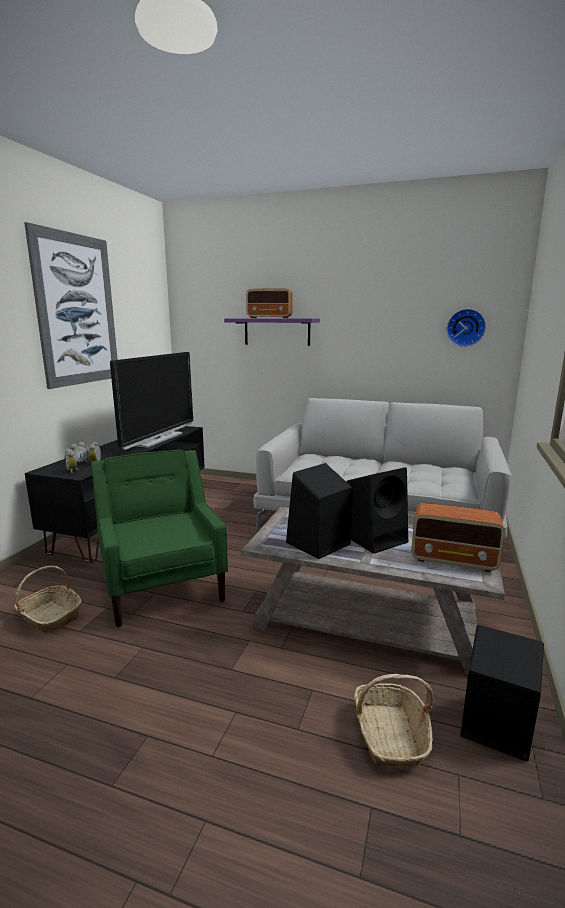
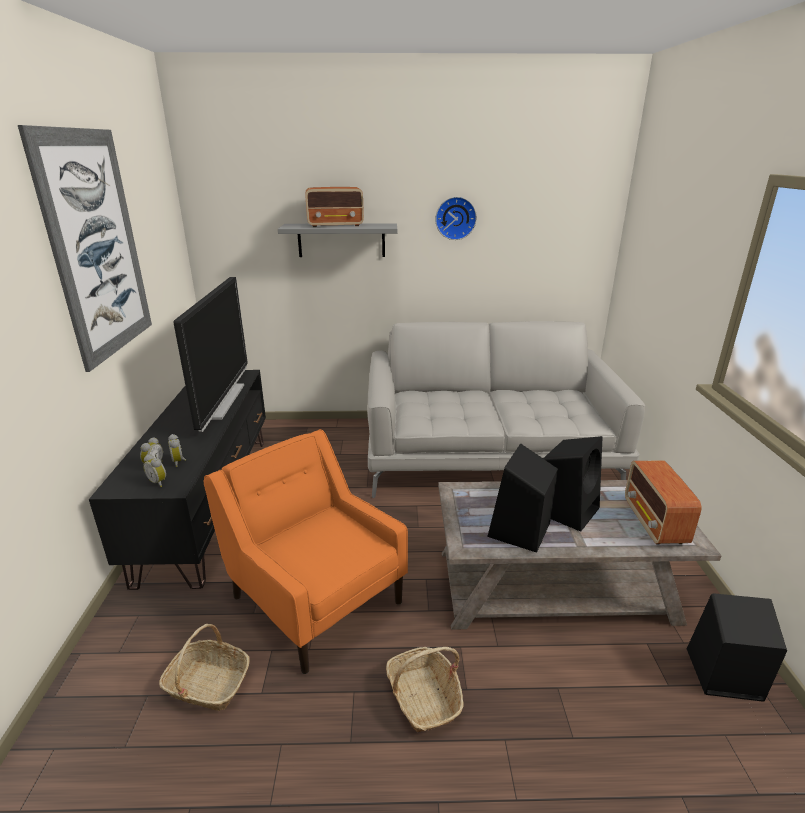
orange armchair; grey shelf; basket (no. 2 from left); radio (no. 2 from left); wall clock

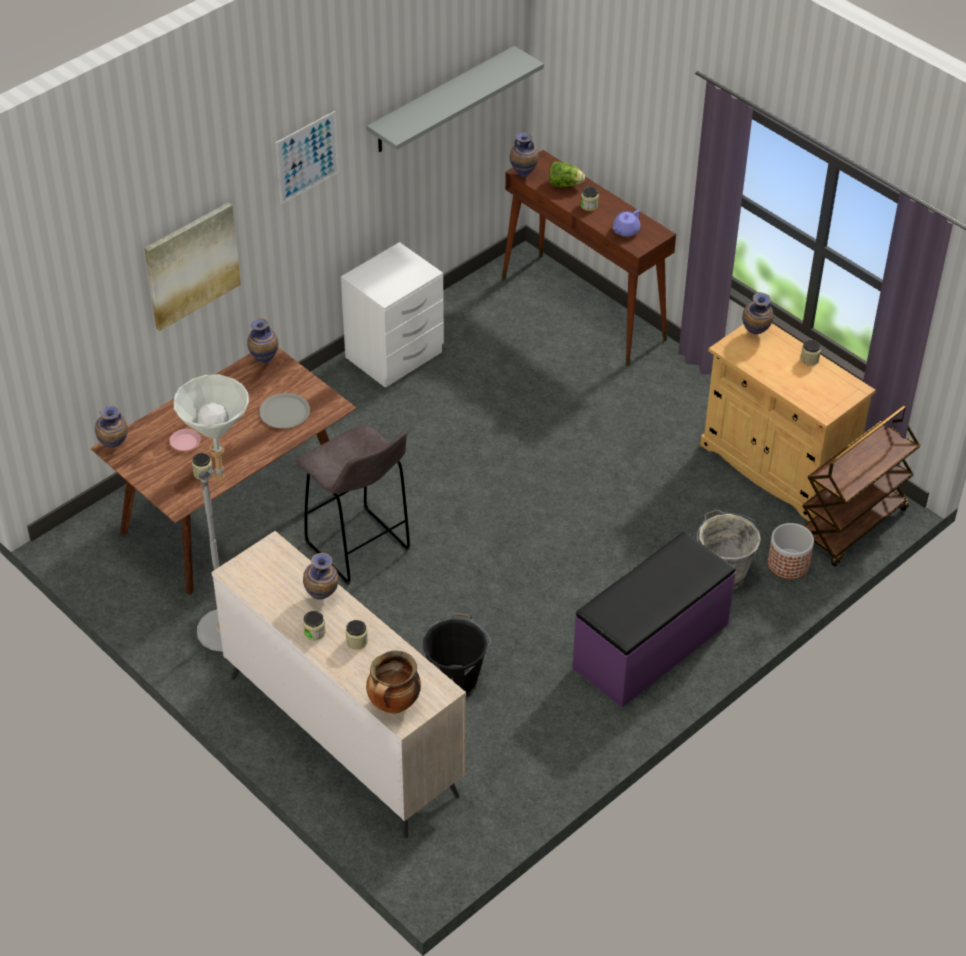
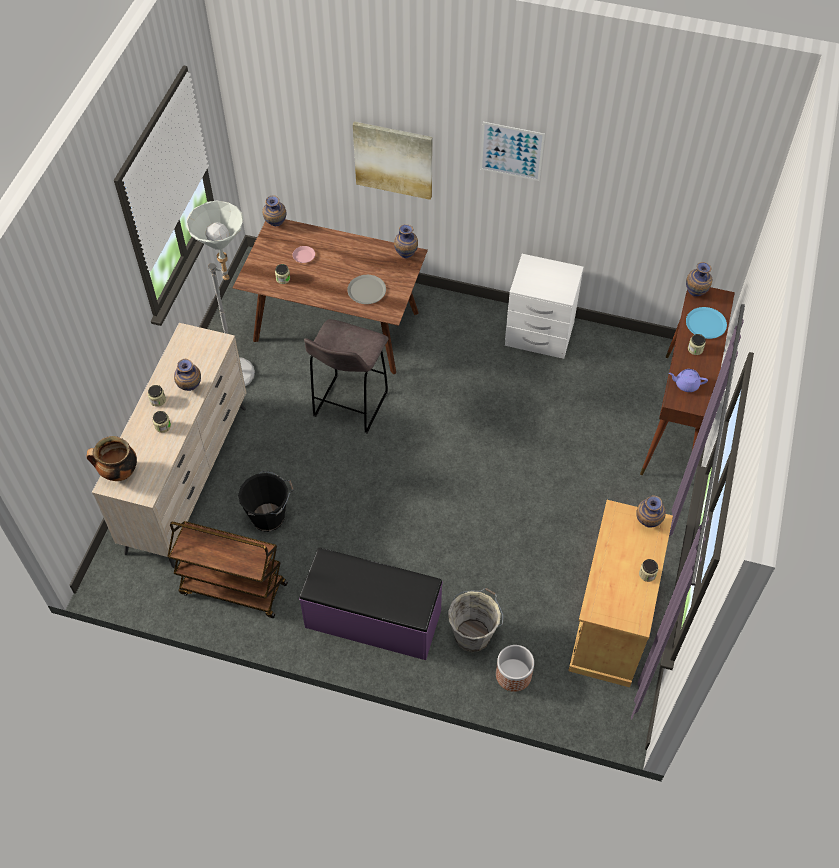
grey shelf; blue plate; brown cart

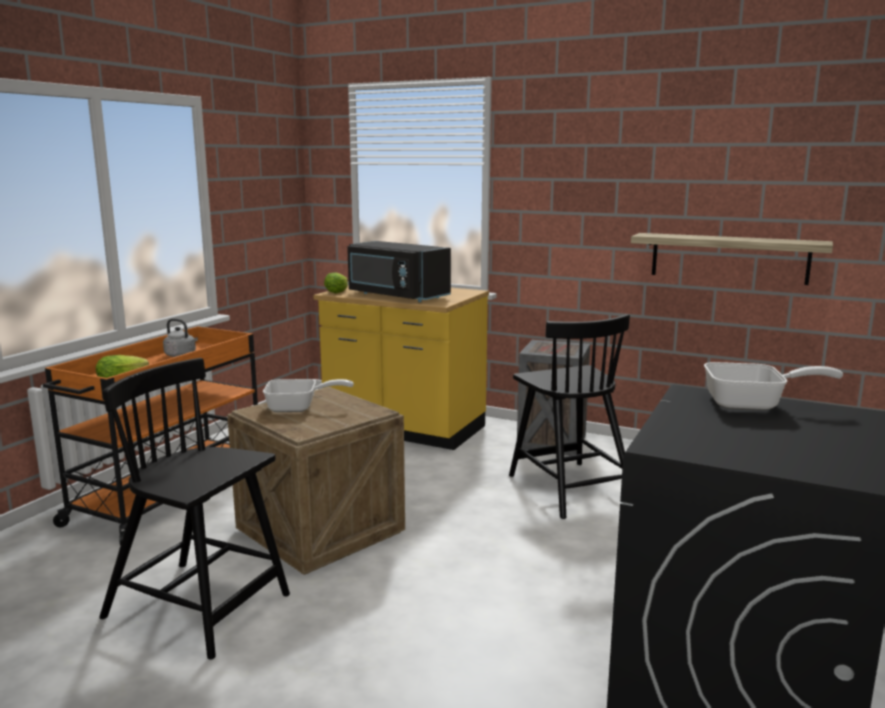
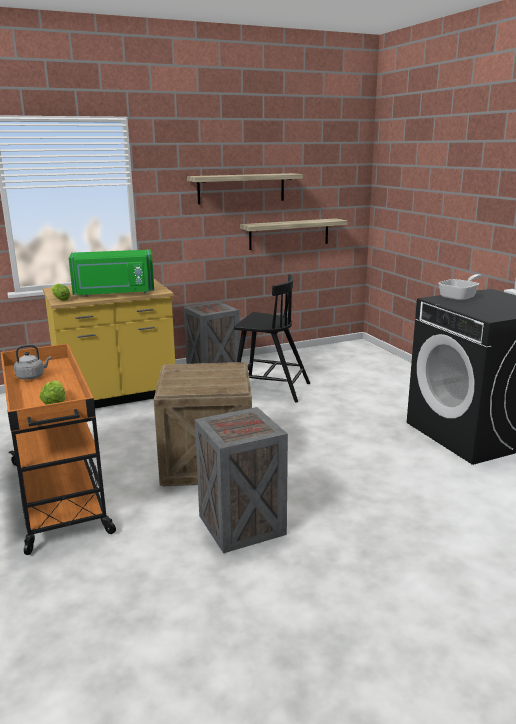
crate (no. 3 from left); frying pan (no. 1 from left in the first image); green microwave; shelf (no. 1 from left)

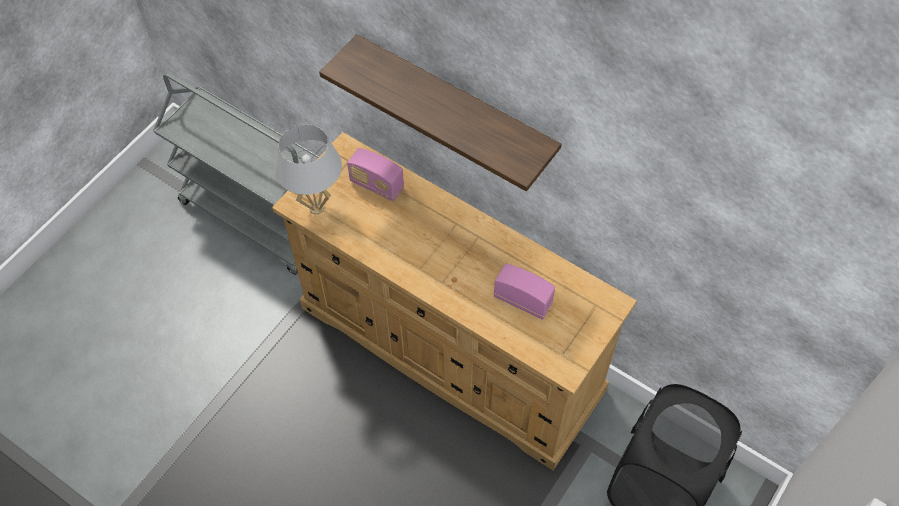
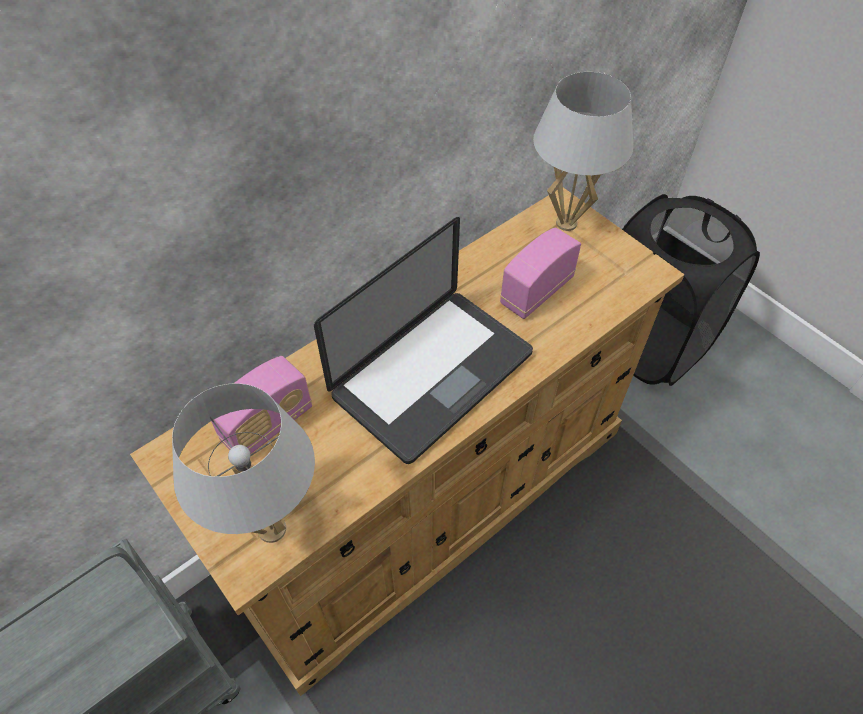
shelf; laptop; white table lamp (no. 2 from left)

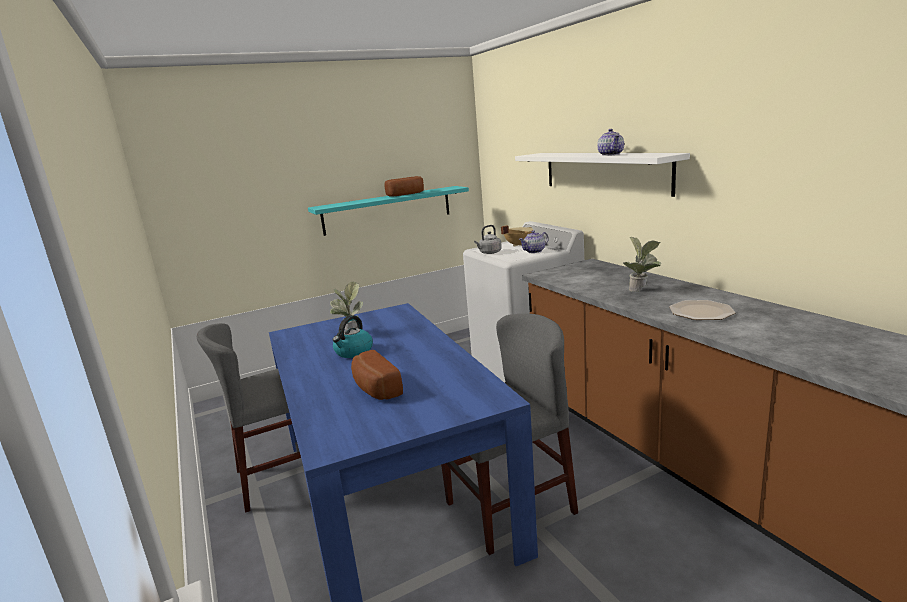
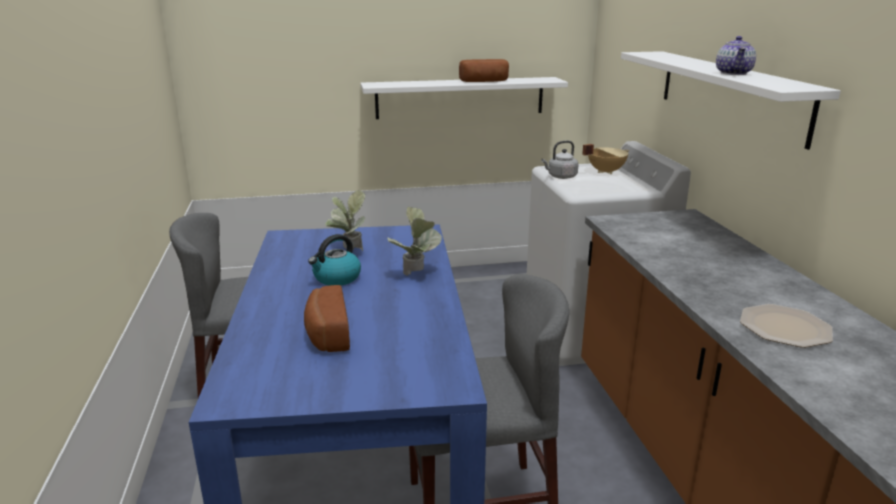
white shelf (no. 1 from left); teapot (no. 1 from left in the first image); potted plant (no. 2 from left)

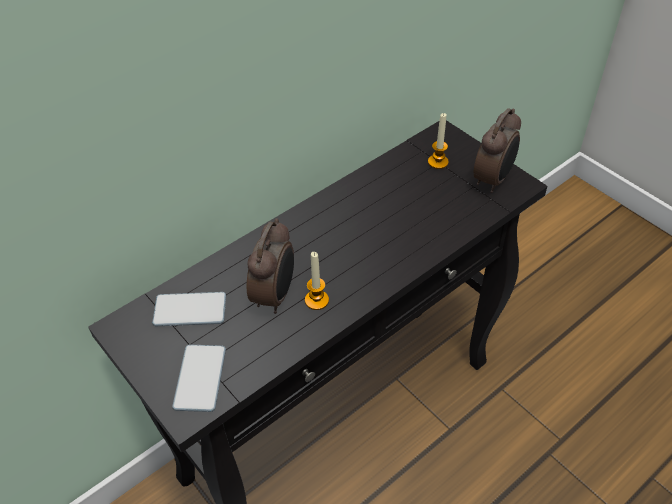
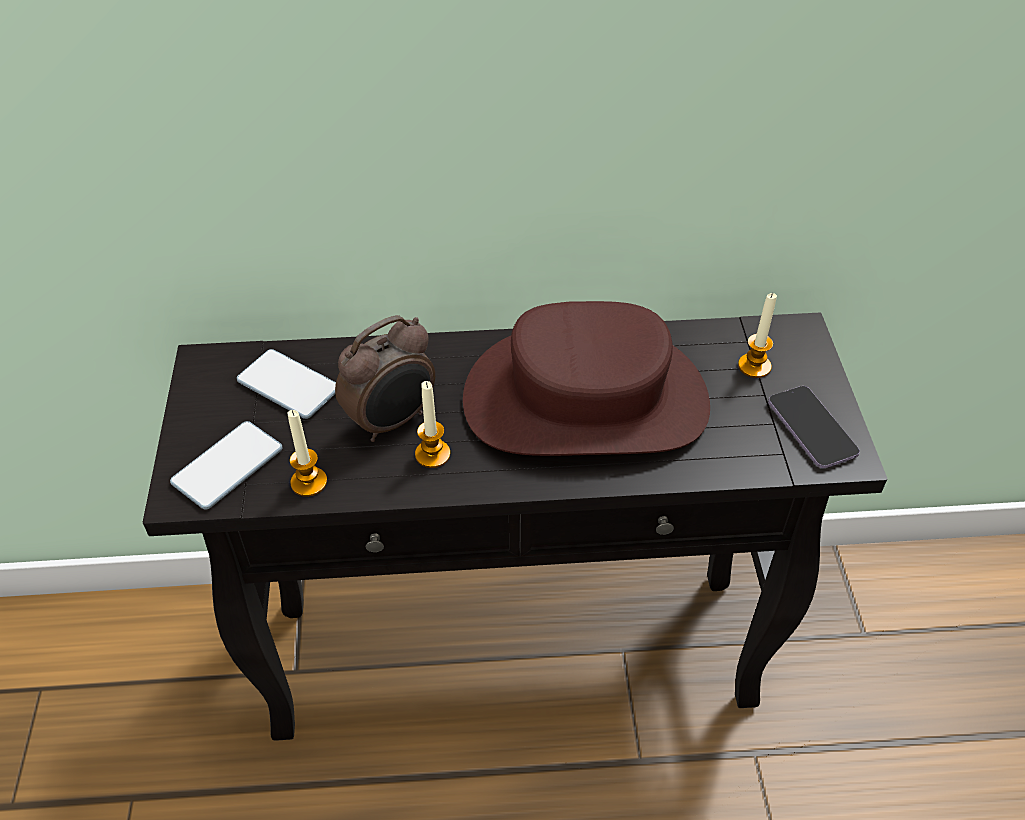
phone (no. 3 from left); candle (no. 1 from left); brown hat

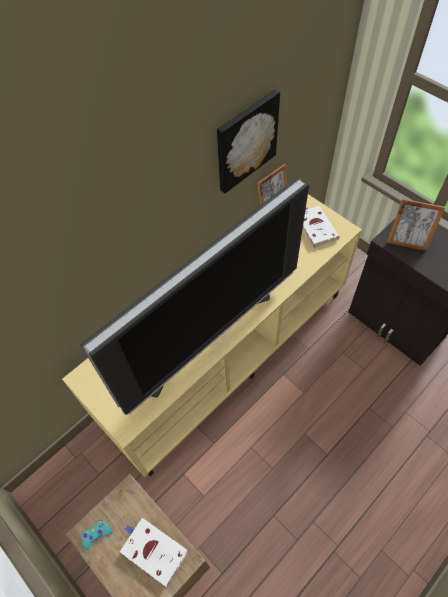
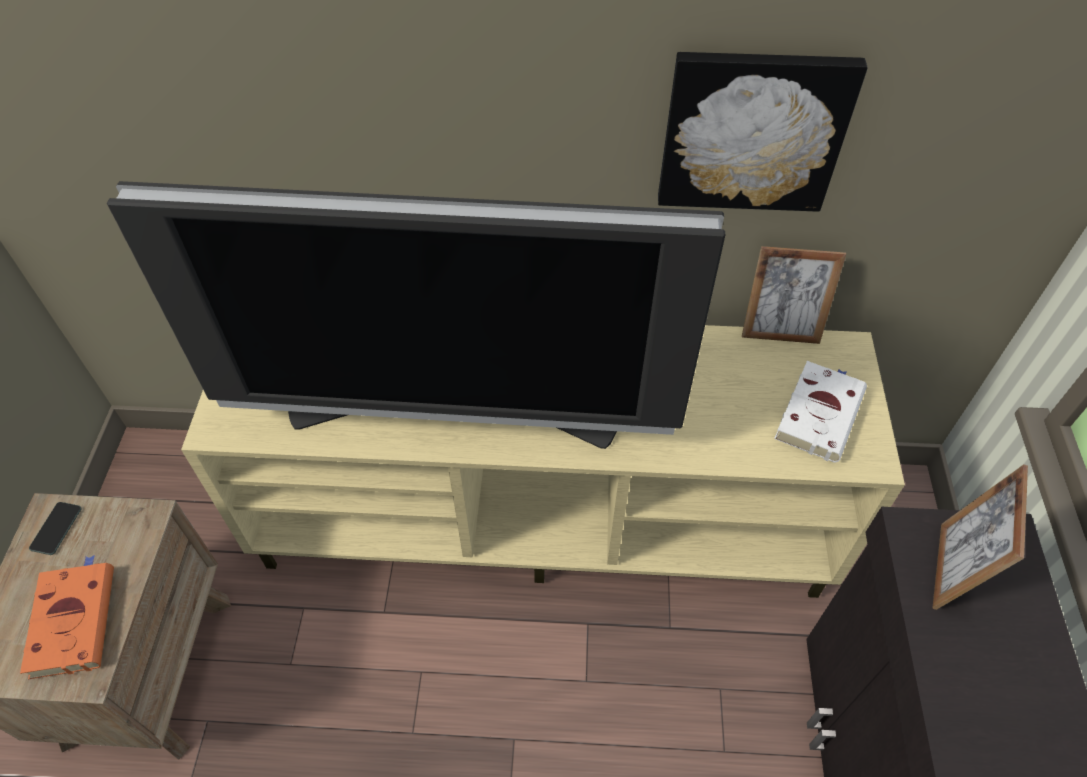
phone; orange book; picture frame (no. 2 from left)

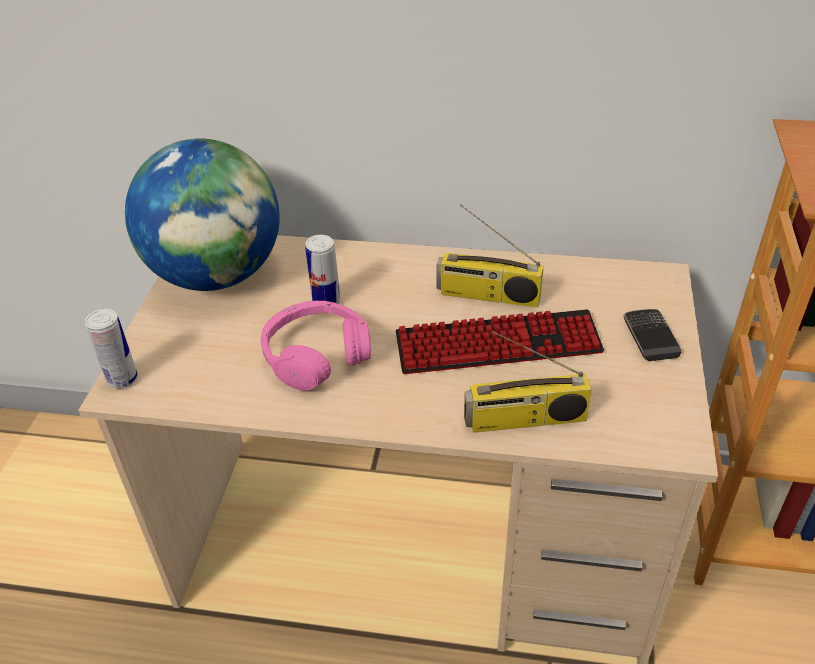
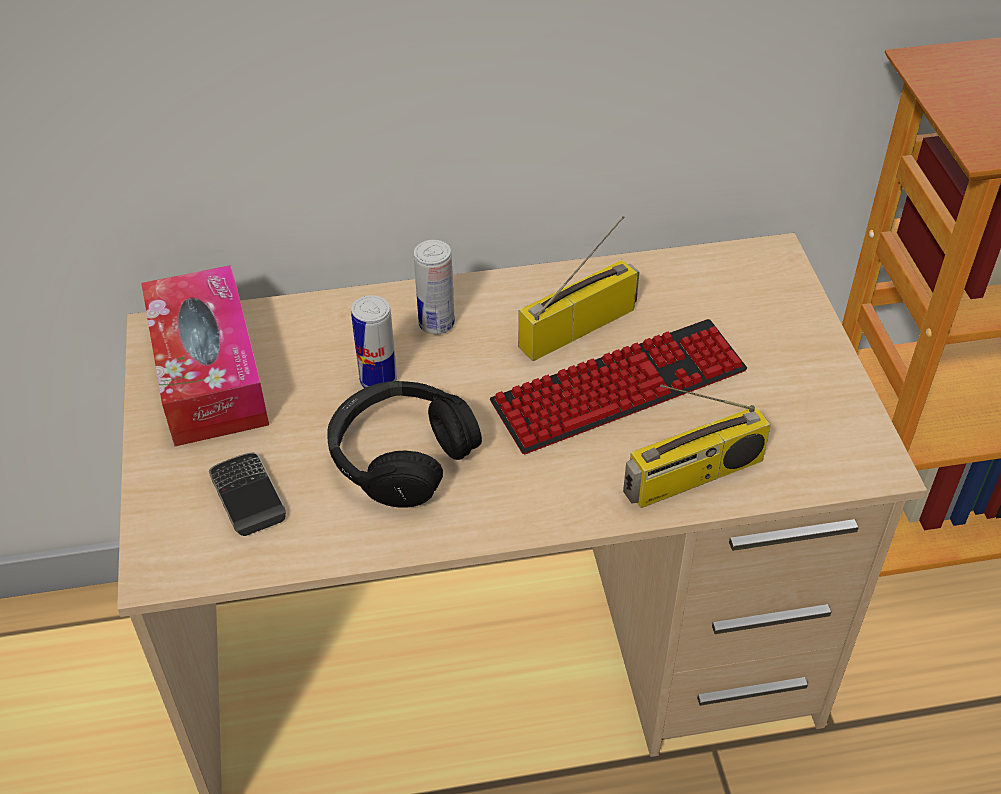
can (no. 2 from left); tissue box; black headphones; radio (no. 1 from left); phone

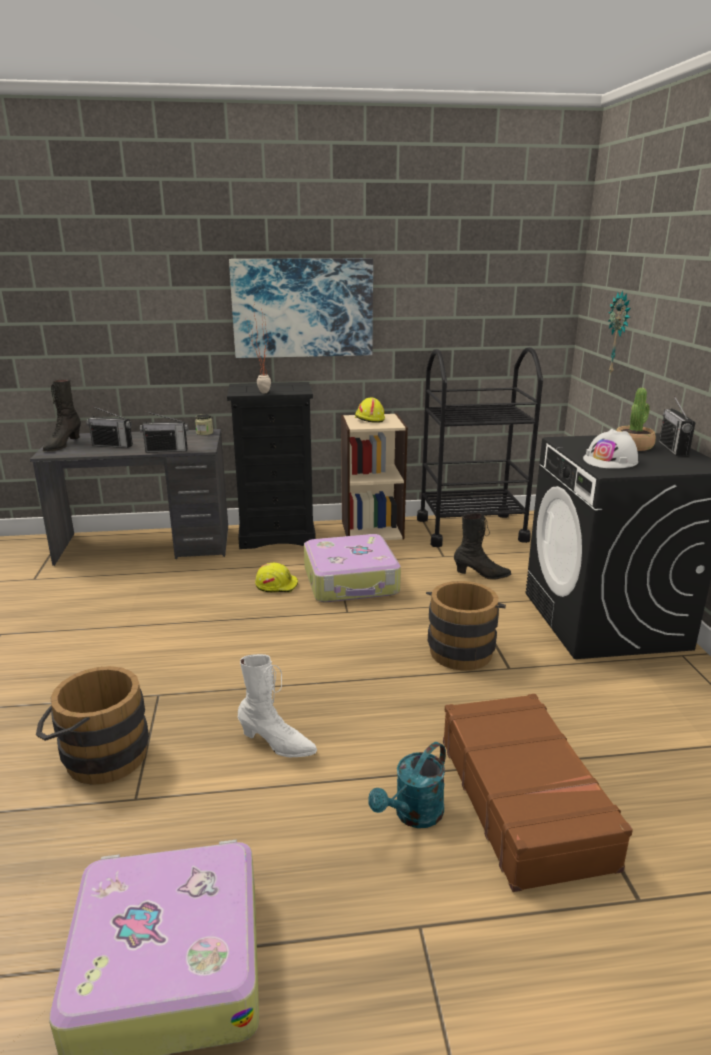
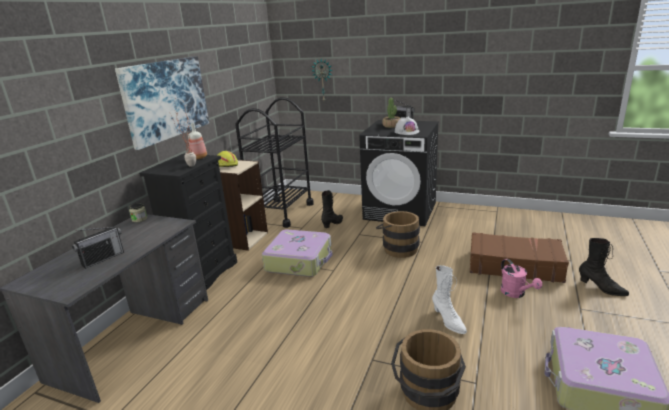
black boot (no. 2 from left); radio (no. 2 from left in the first image); white boot; yellow hard hat (no. 1 from left in the first image); pink watering can; bottle

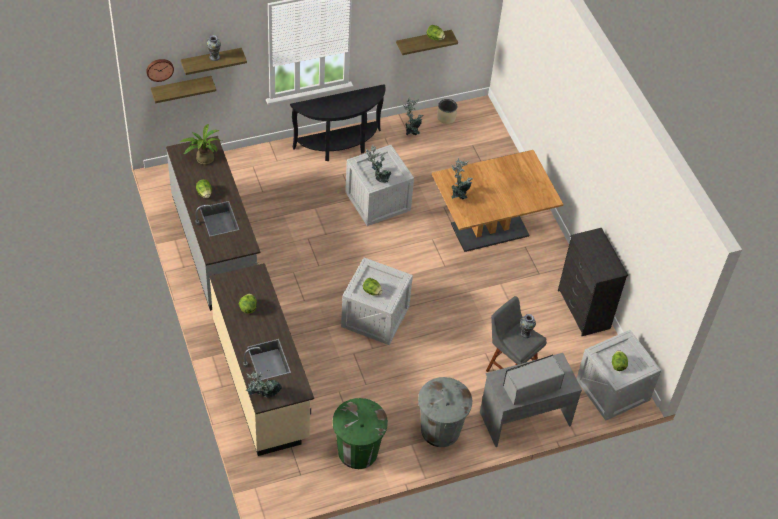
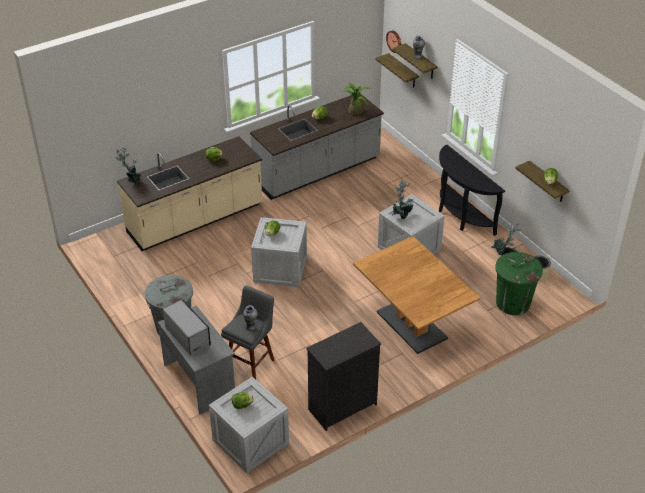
green trash can; potted plant (no. 5 from left in the first image)

